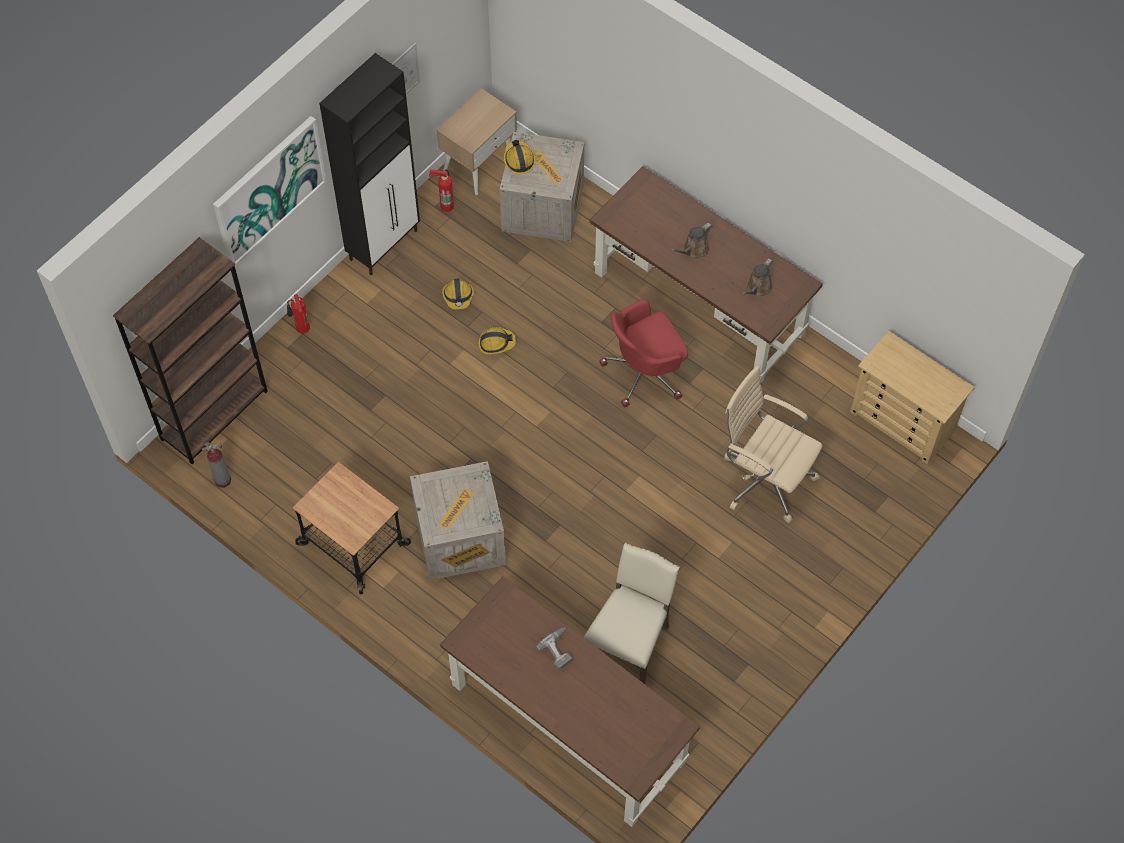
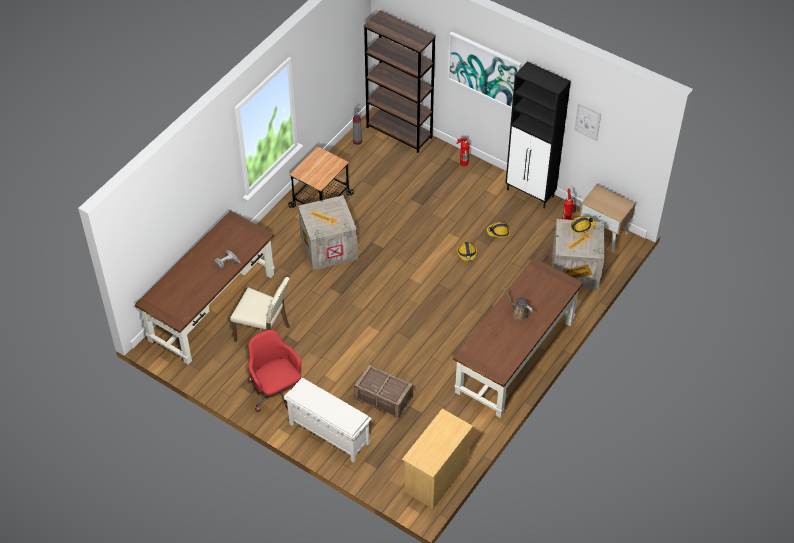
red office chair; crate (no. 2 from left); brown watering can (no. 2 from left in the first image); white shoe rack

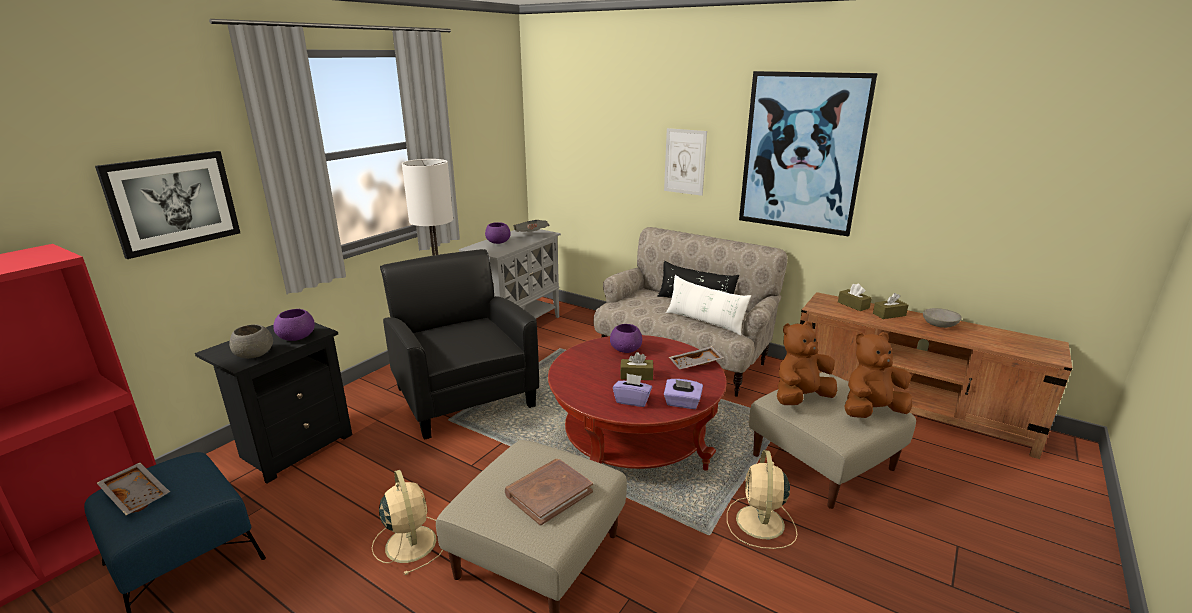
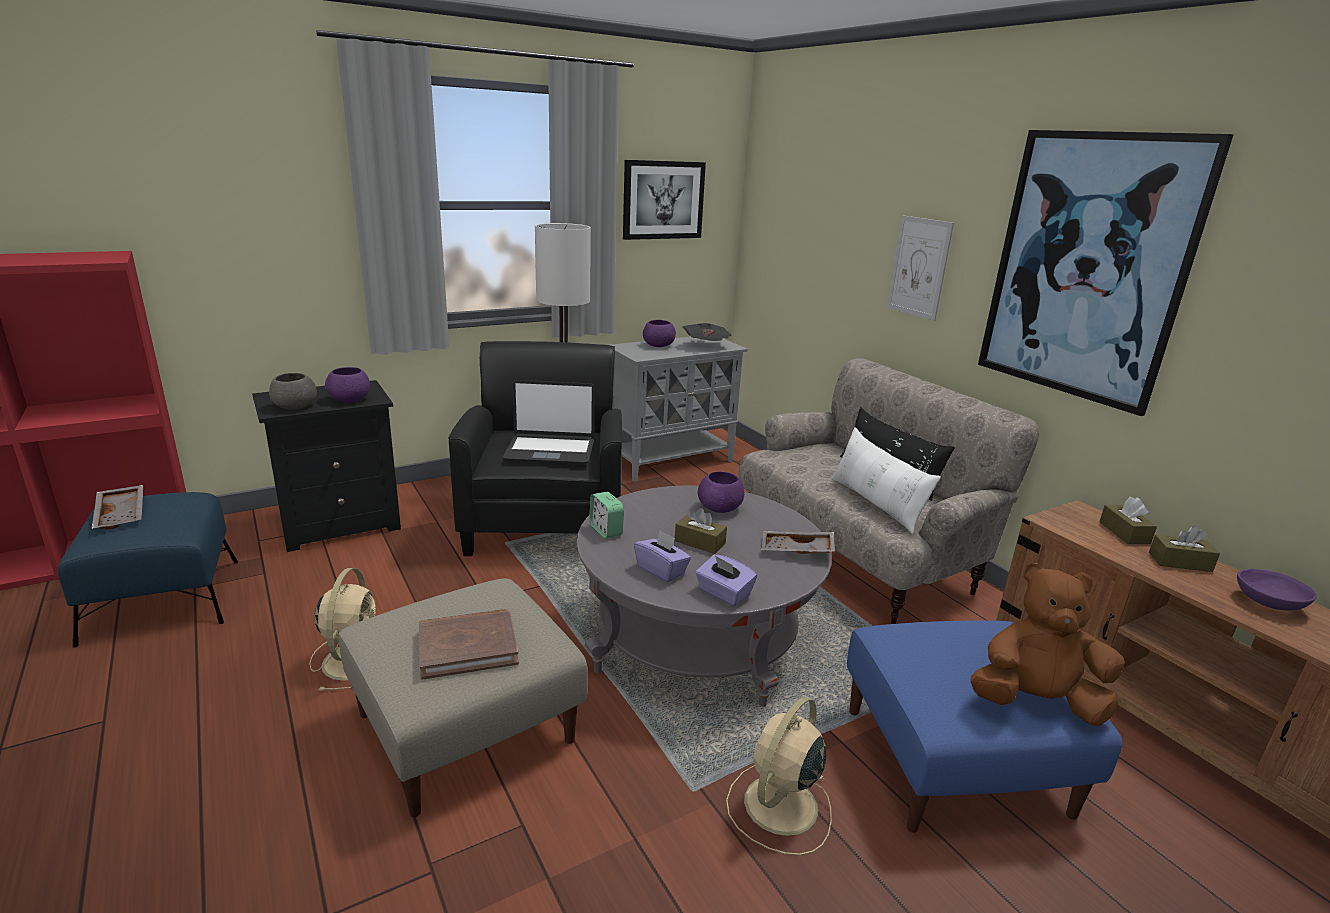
picture (no. 1 from left); grey coffee table; blue ottoman (no. 2 from left); brown plush toy (no. 1 from left in the first image); purple bowl (no. 4 from left); laptop; alarm clock

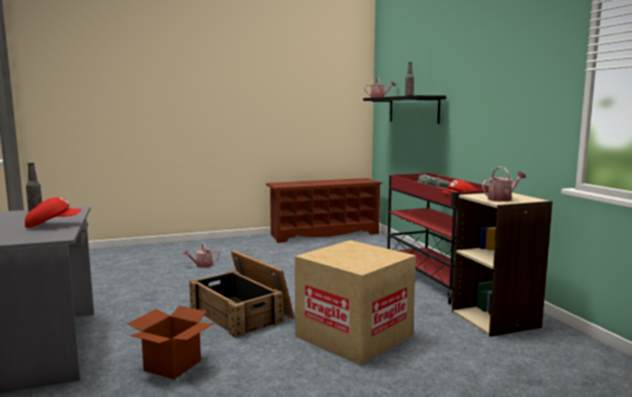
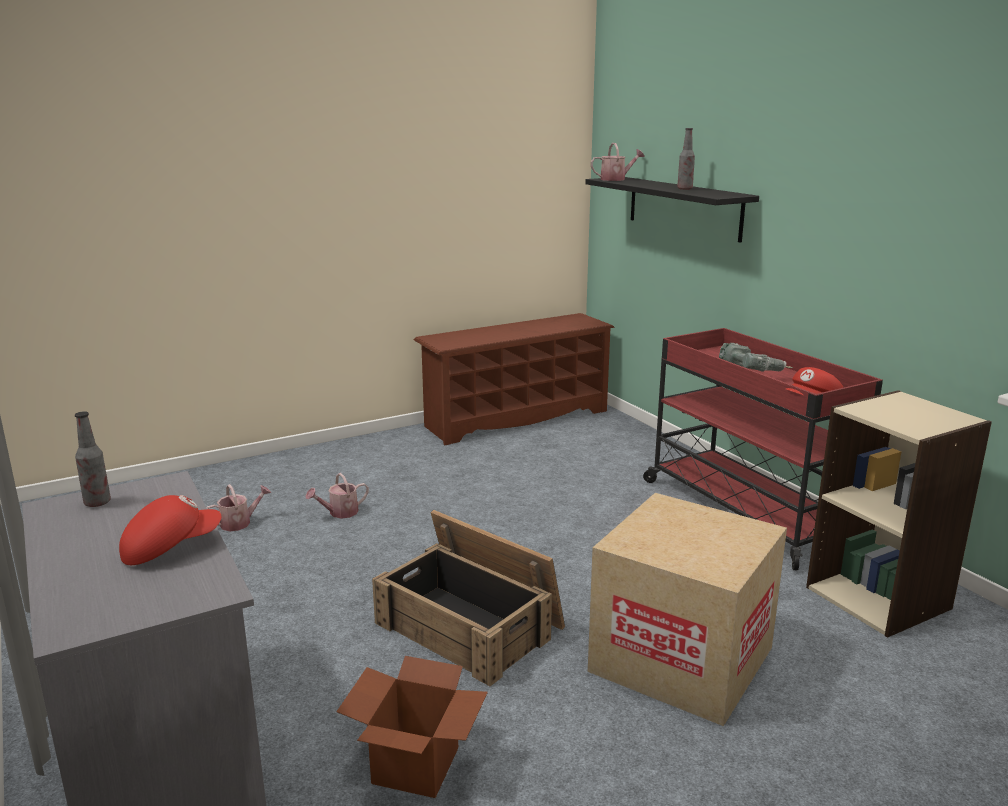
watering can (no. 1 from left)

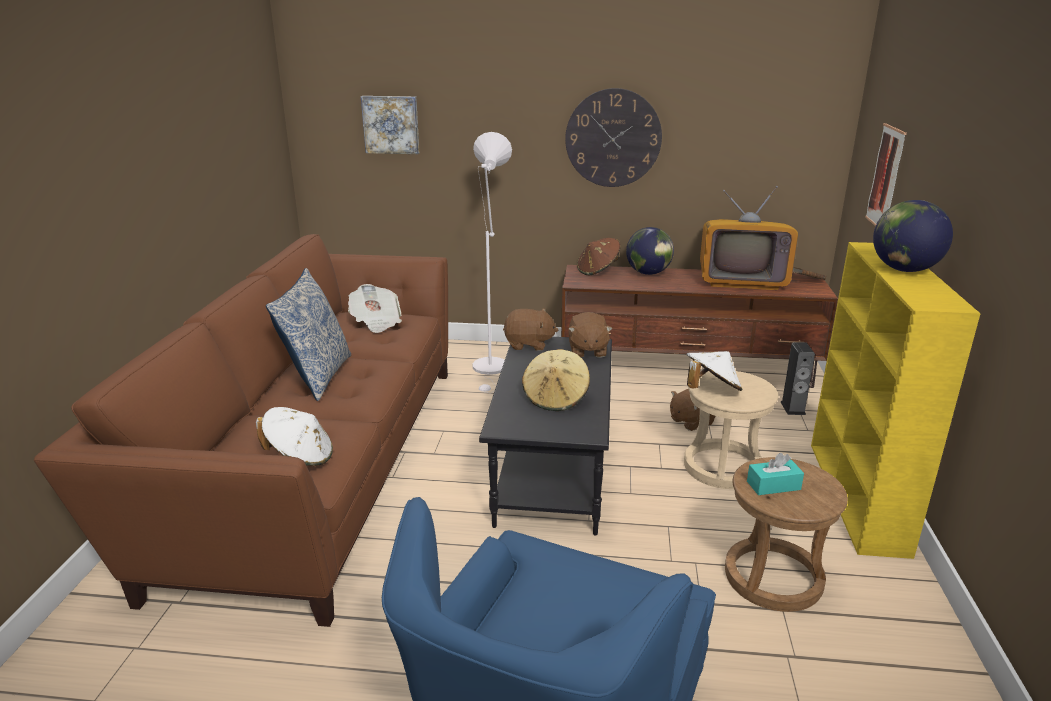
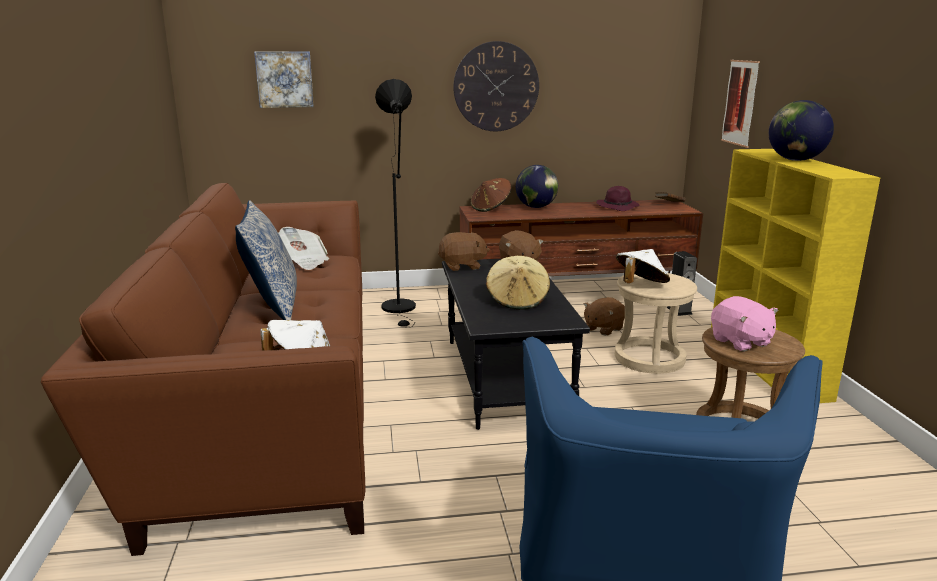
black floor lamp; purple hat; pink plush toy

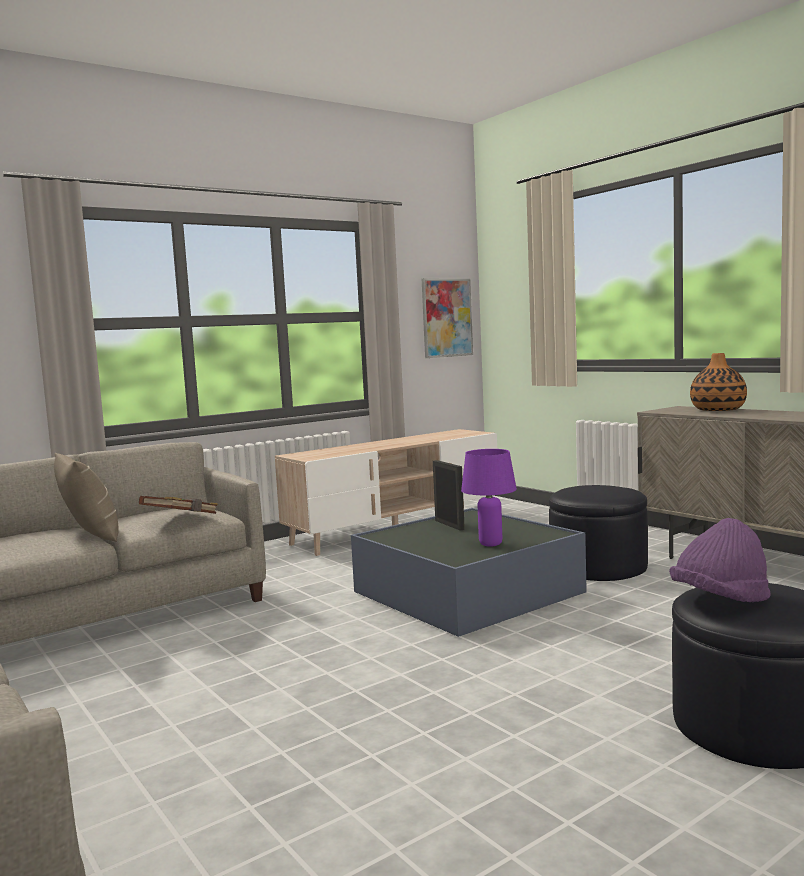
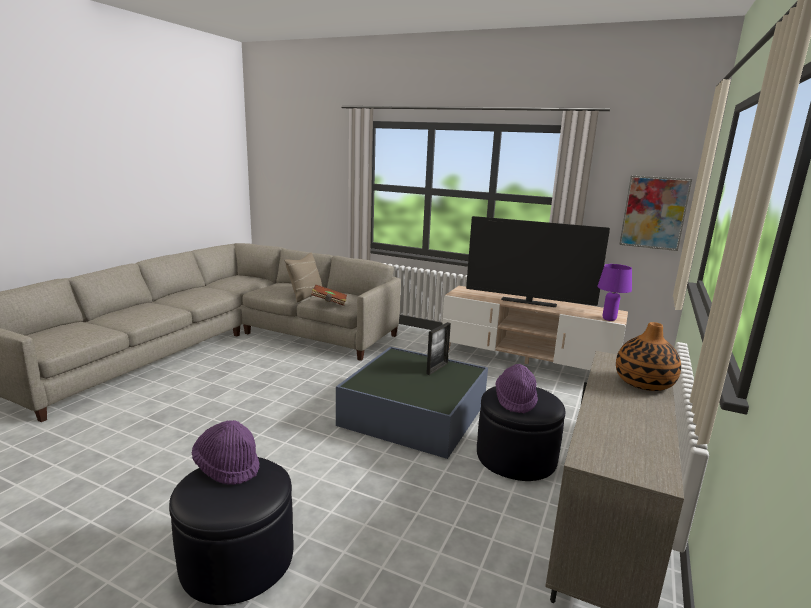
purple table lamp; television; purple hat (no. 2 from left)

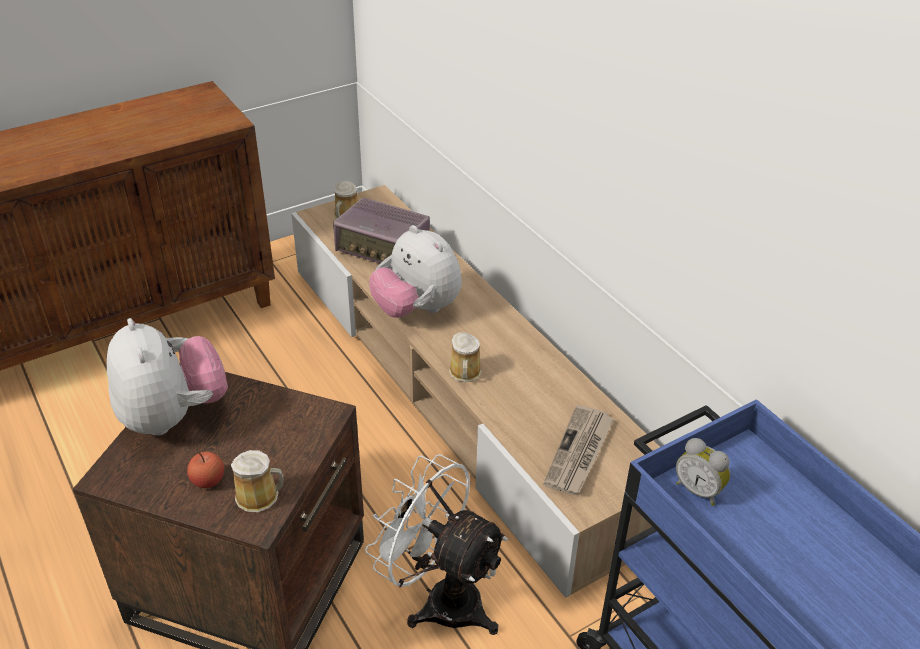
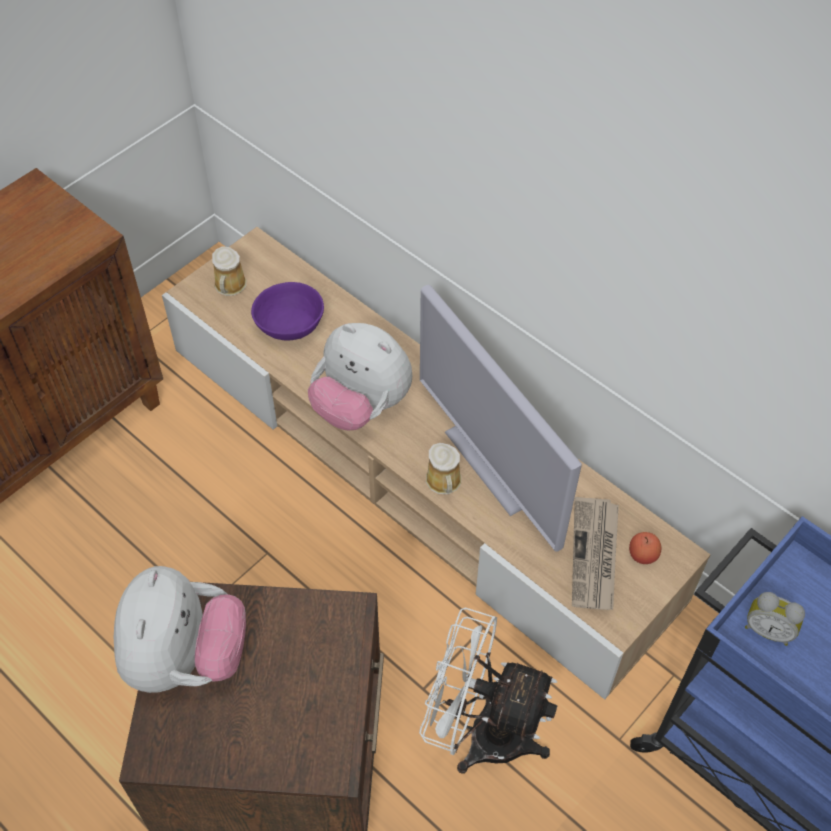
plush toy (no. 1 from left); apple; mug (no. 1 from left in the first image); purple bowl; television

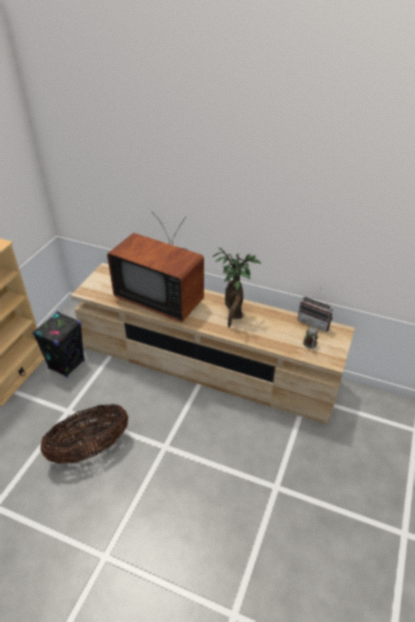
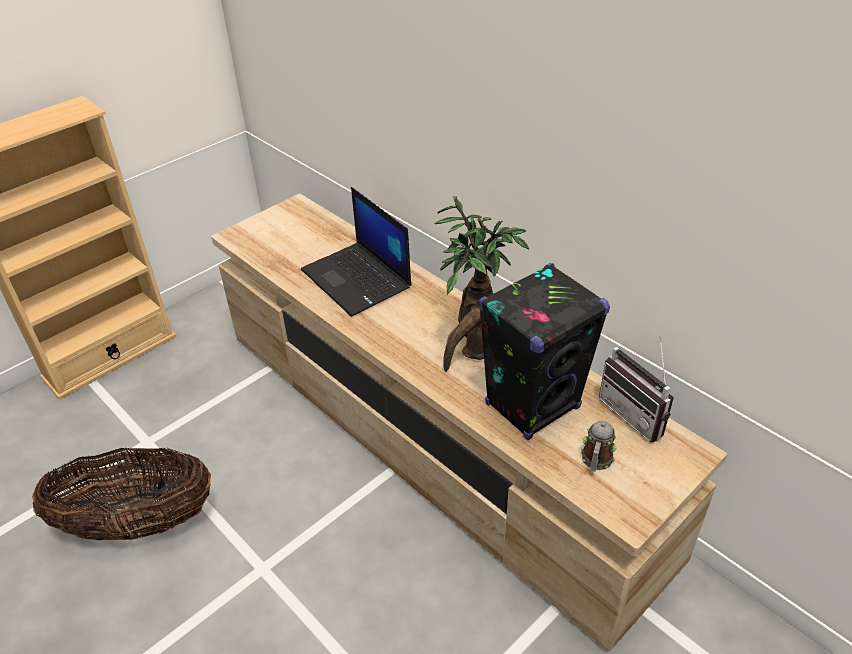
black speaker; laptop

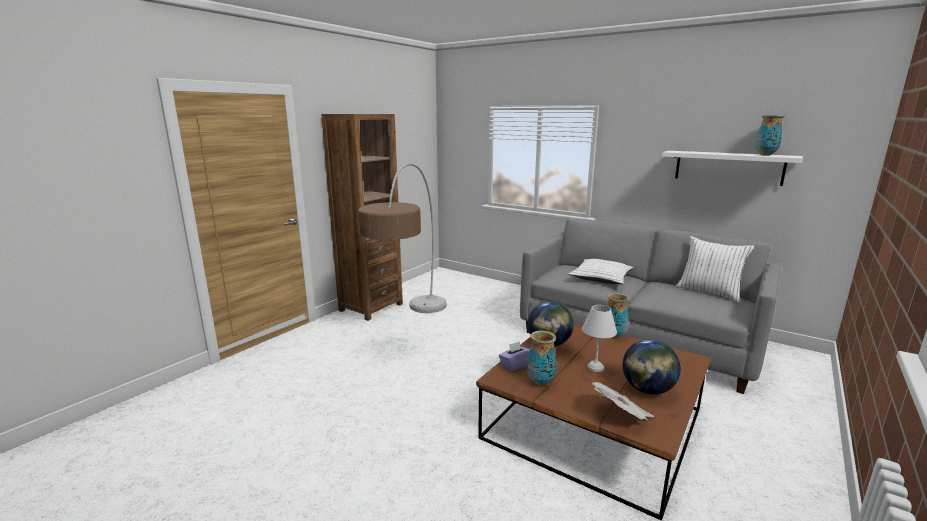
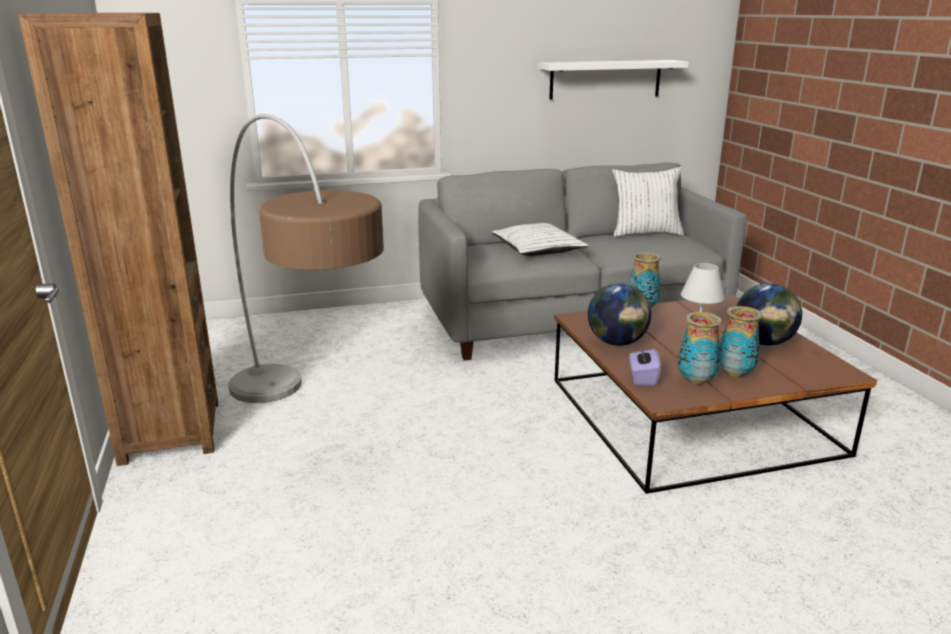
newspaper; vase (no. 3 from left)

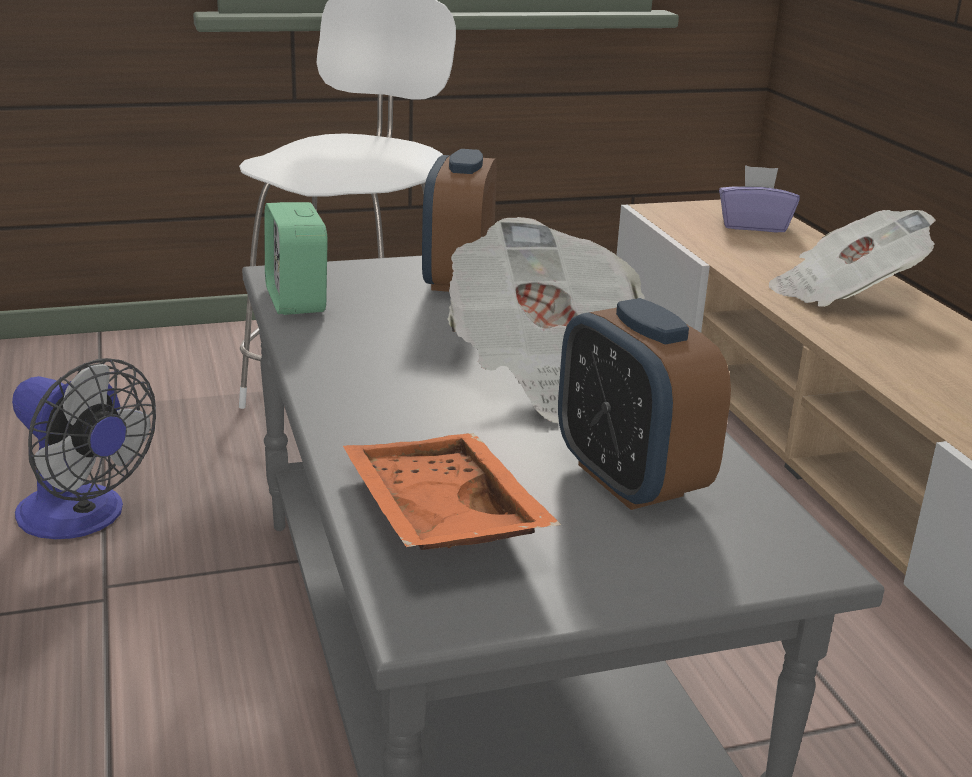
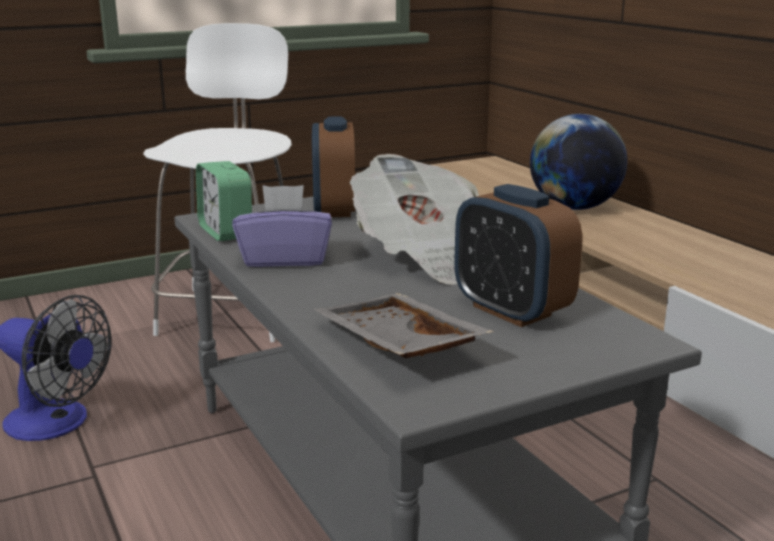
grey tray; purple tissue box; globe

